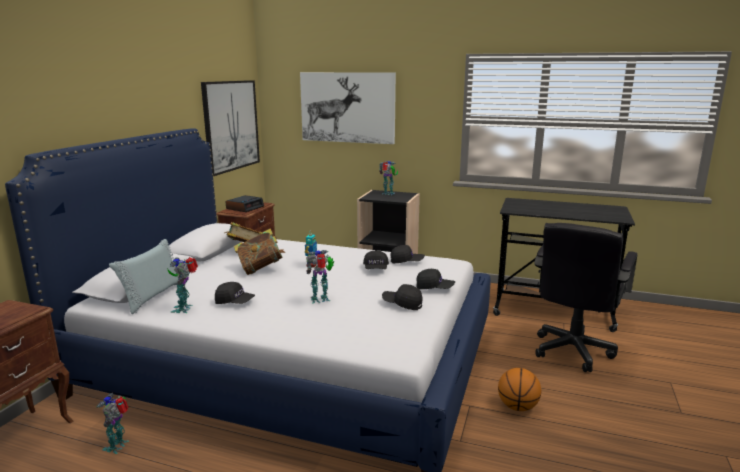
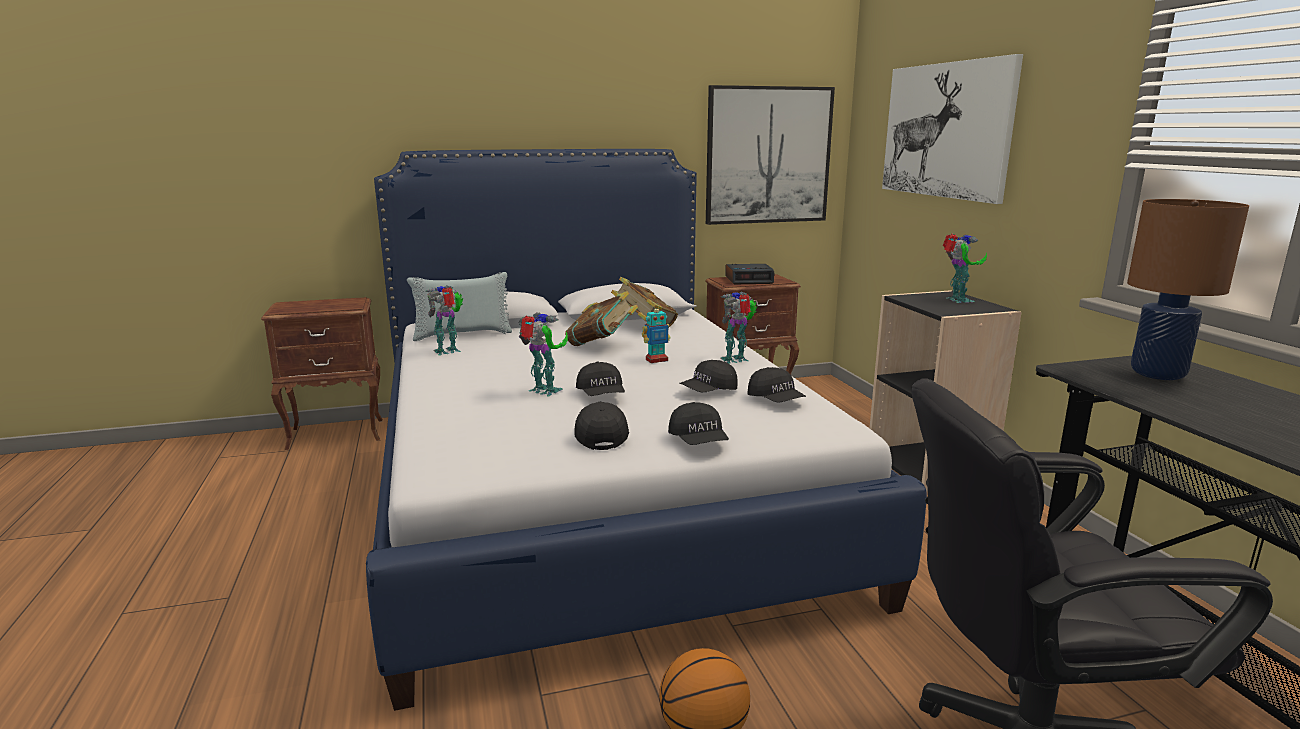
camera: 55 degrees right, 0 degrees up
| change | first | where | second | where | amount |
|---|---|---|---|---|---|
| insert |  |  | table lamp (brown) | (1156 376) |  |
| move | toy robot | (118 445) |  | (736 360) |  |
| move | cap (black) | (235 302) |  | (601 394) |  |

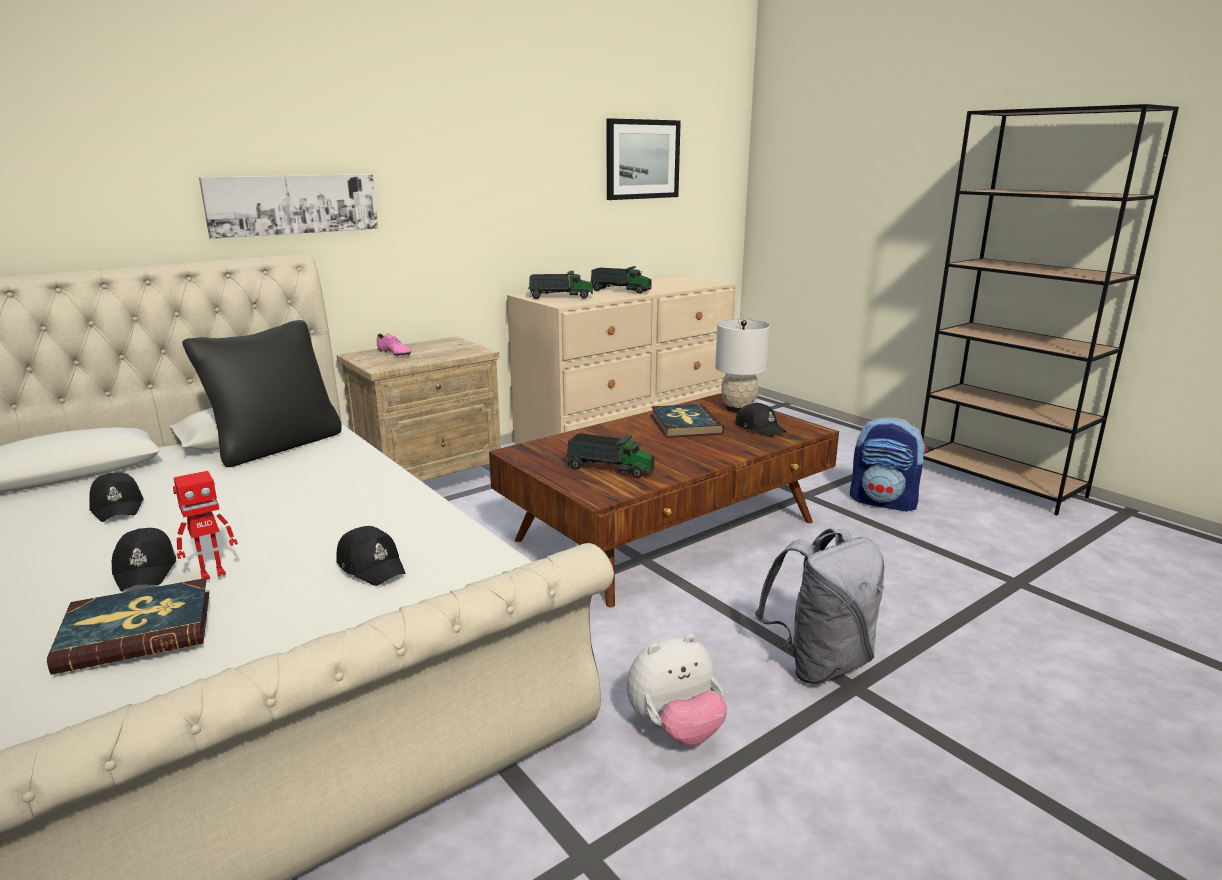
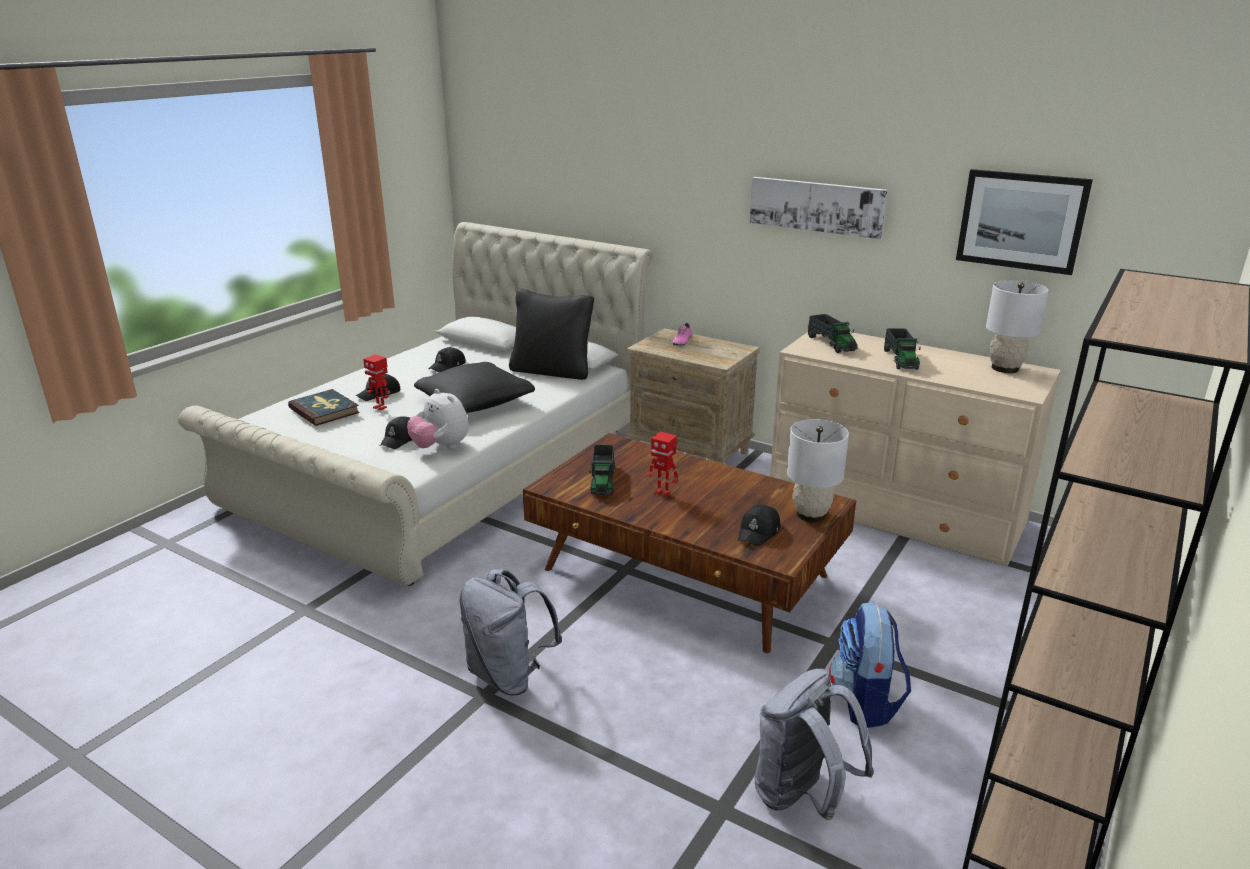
camera: 70 degrees right, 5 degrees up
| change | first | where | second | where | amount |
|---|---|---|---|---|---|
| delete | book | (685 424) |  |  |  |
| insert |  |  | pillow (black) | (475 402) |  |
| insert |  |  | toy robot | (662 492) |  |
| insert |  |  | backpack (grey) | (802 796) |  |
| insert |  |  | table lamp (white) | (1005 368) |  |
| move | picture | (293 204) |  | (816 206) |  |
| move | plush toy | (675 729) |  | (441 447) |  |

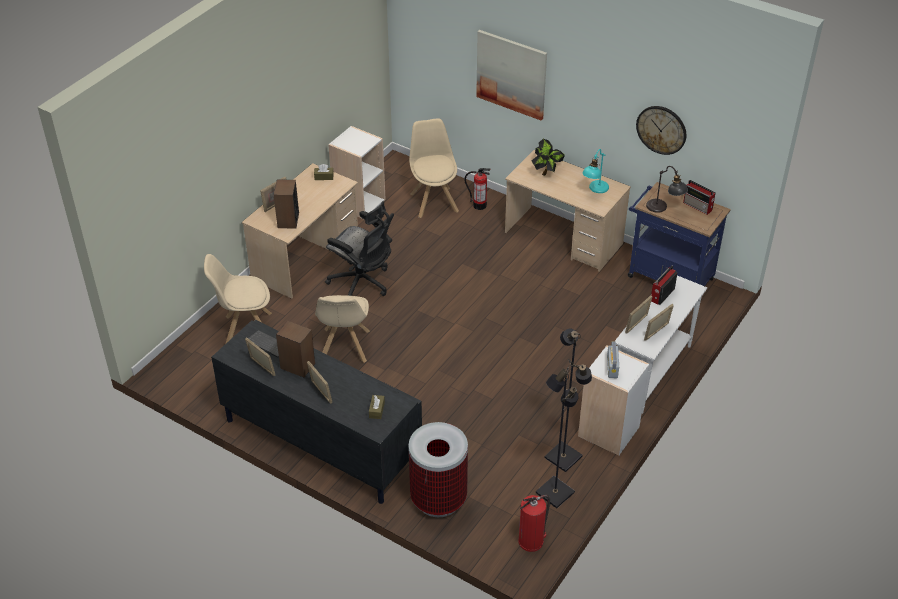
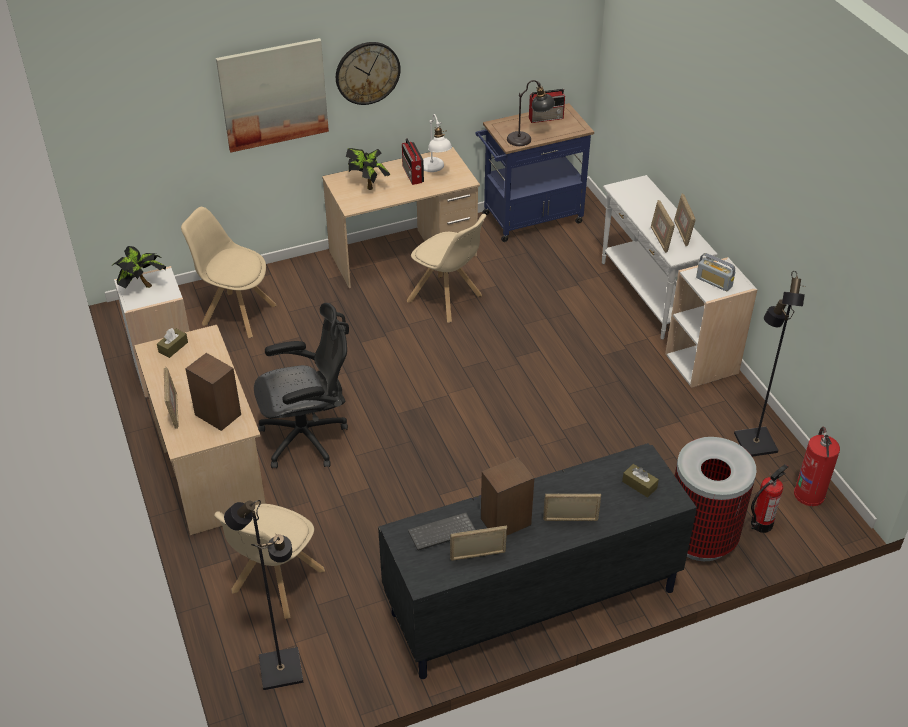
camera: 55 degrees left, 0 degrees up
| change | first | where | second | where | amount |
|---|---|---|---|---|---|
| insert |  |  | potted plant | (142 286) |  |
| move | chair (beige) | (344 347) |  | (447 300) |  |
| move | fire extinguisher | (479 205) |  | (761 524) |  |
| move | floor lamp (black) | (563 457) |  | (281 669) |  |
| move | wall clock | (661 129) |  | (367 73) |  |
| move | radio | (661 295) |  | (413 174) |  |
| recolor | table lamp (turquoise) | (595 191) | table lamp (white) | (436 171) |  |

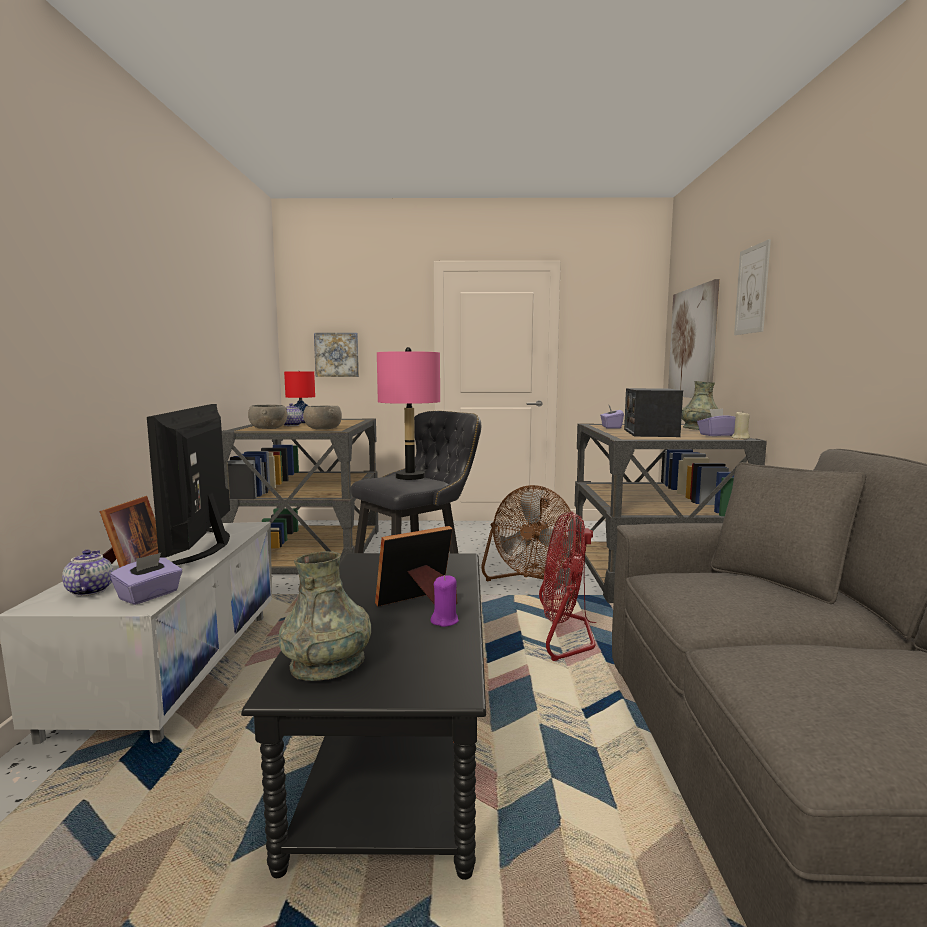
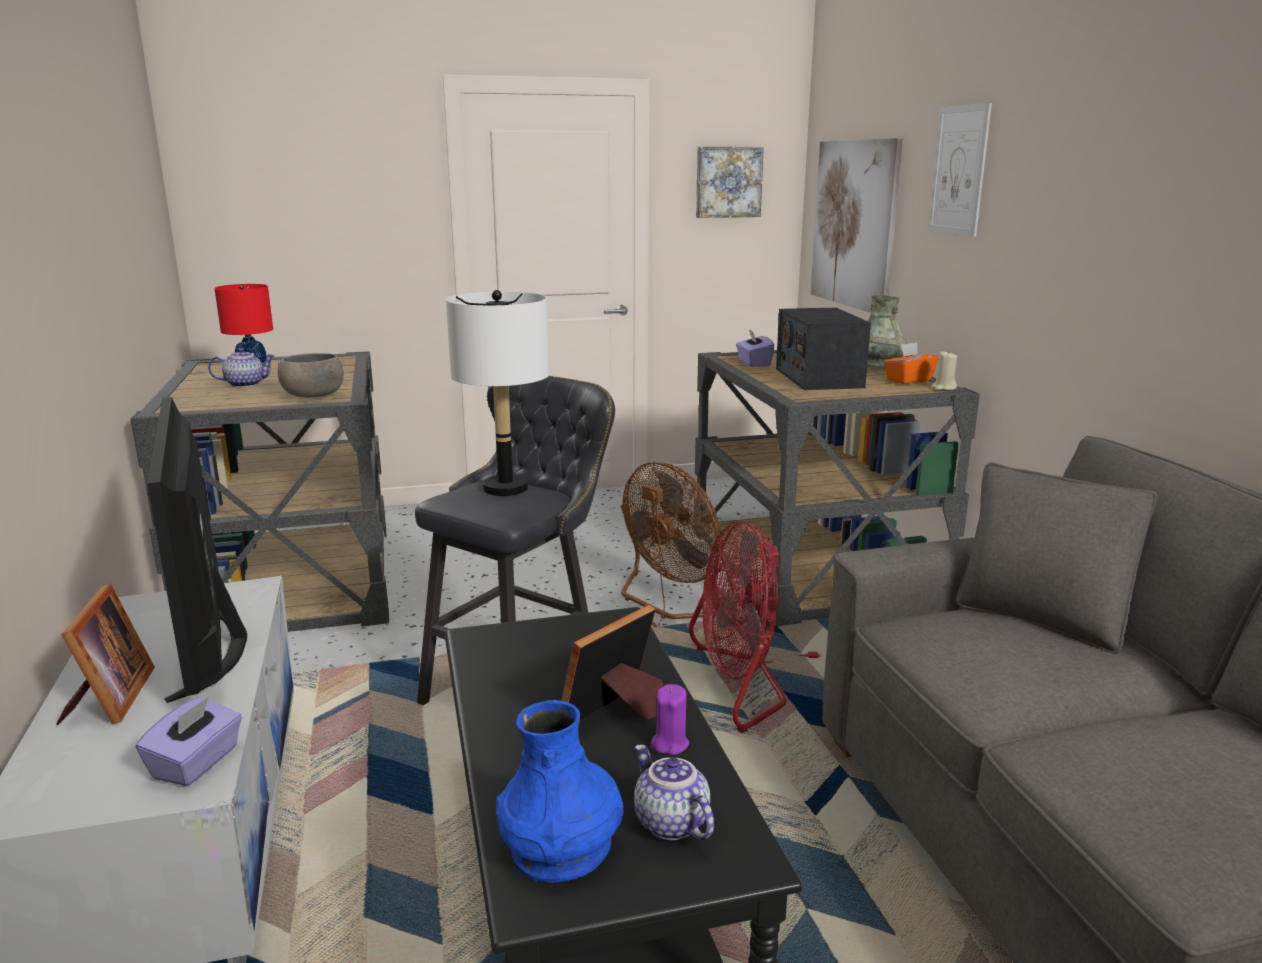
camera: 15 degrees left, 10 degrees up
| change | first | where | second | where | amount |
|---|---|---|---|---|---|
| delete | bowl (grey) | (268 428) |  |  |  |
| move | teapot | (89 591) |  | (669 823) |  |
| move | picture | (337 354) |  | (728 182) |  |
| recolor | vase (grey) | (327 664) | vase (blue) | (561 848) |  |
| recolor | table lamp (pink) | (410 477) | table lamp (white) | (506 488) |  |
| recolor | tissue box (purple) | (716 435) | tissue box (orange) | (908 380) |  |
| rotate | fan (brown) | (533 583) |  | (662 604) | 150 degrees counterclockwise |

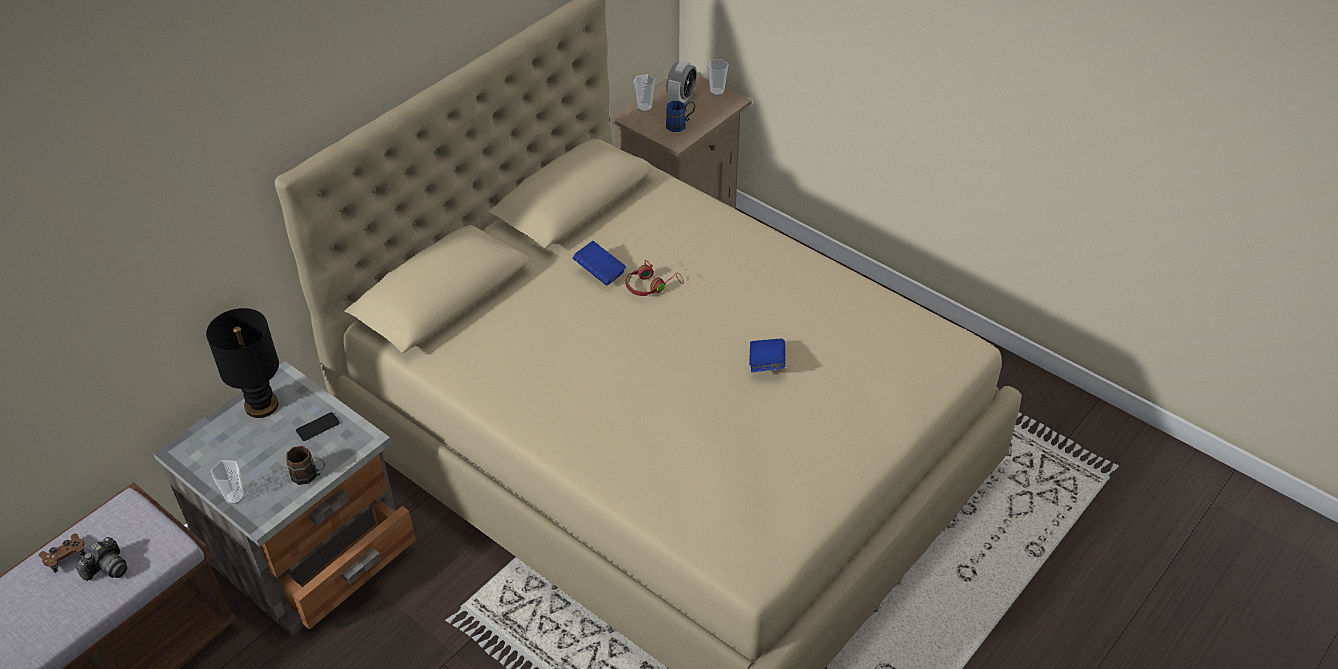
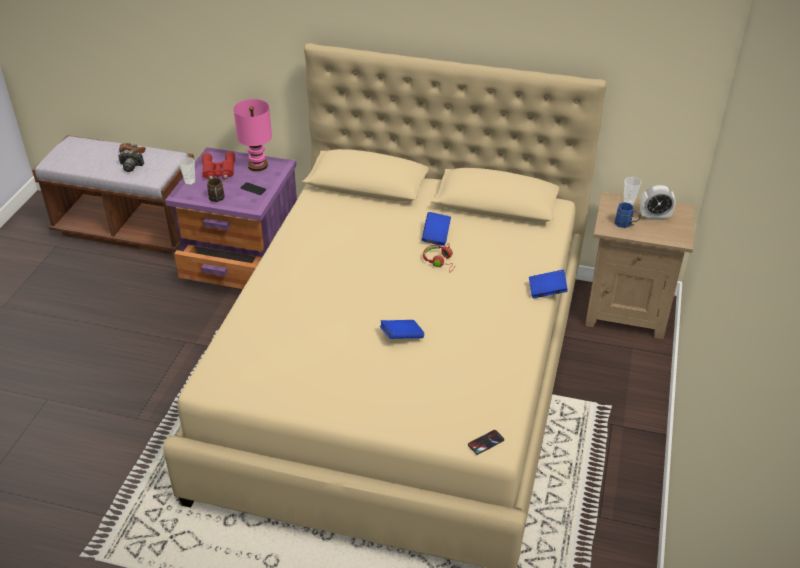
camera: 65 degrees right, 5 degrees down
| change | first | where | second | where | amount |
|---|---|---|---|---|---|
| delete | cup | (717 92) |  |  |  |
| insert |  |  | binoculars (red) | (218 171) |  |
| insert |  |  | phone | (486 442) |  |
| insert |  |  | book (blue) | (547 291) |  |
| recolor | nightstand (grey) | (312 547) | nightstand (purple) | (241 261) |  |
| recolor | table lamp (black) | (261 405) | table lamp (pink) | (257 165) |  |

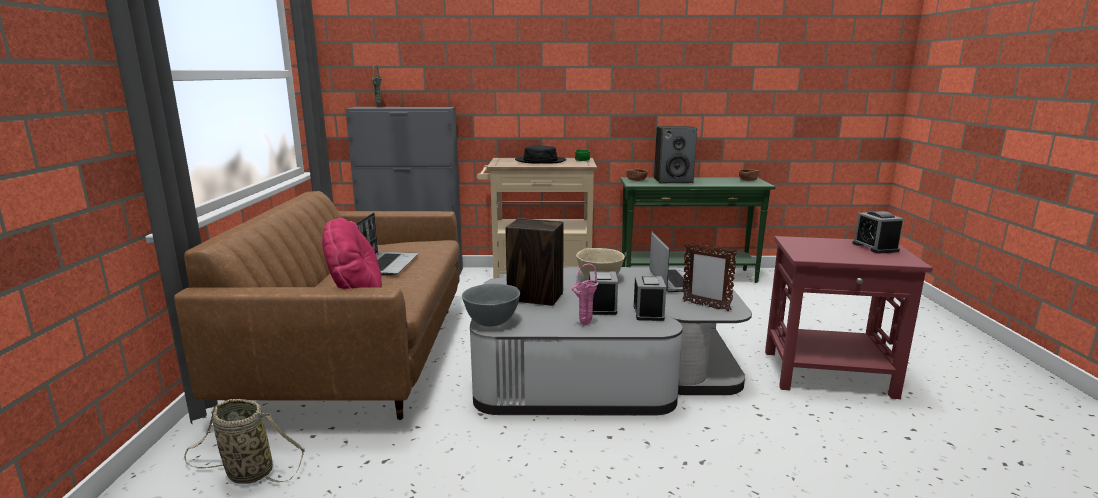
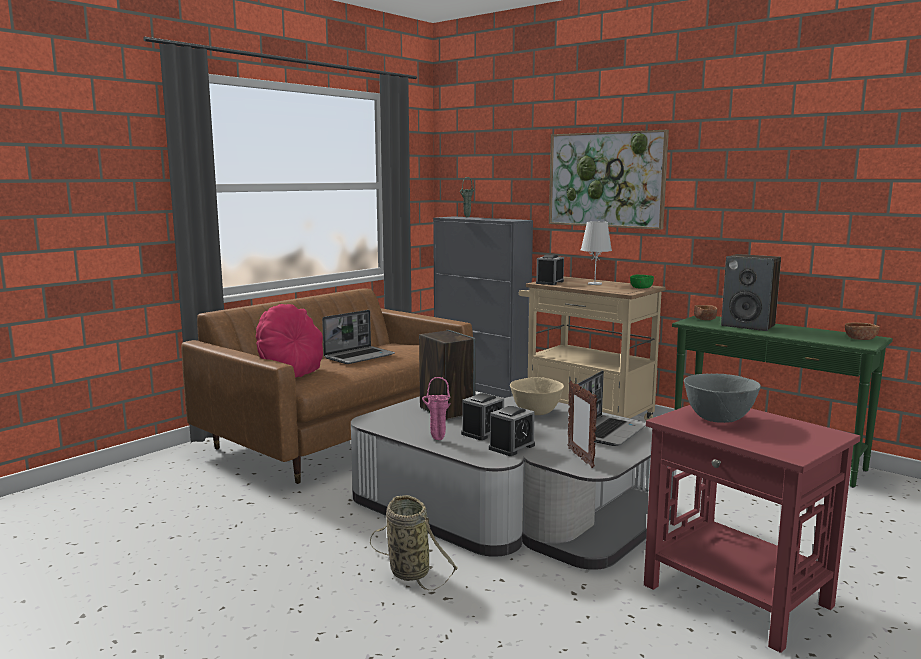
camera: 40 degrees right, 5 degrees down
| change | first | where | second | where | amount |
|---|---|---|---|---|---|
| insert |  |  | picture | (606 179) |  |
| move | basket | (246 473) |  | (407 570) |  |
| move | bowl (grey) | (492 322) |  | (719 419) |  |
| move | alarm clock | (875 247) |  | (549 282) |  |
| replace | hat (black) | (540 161) | table lamp (white) | (595 284) |  |

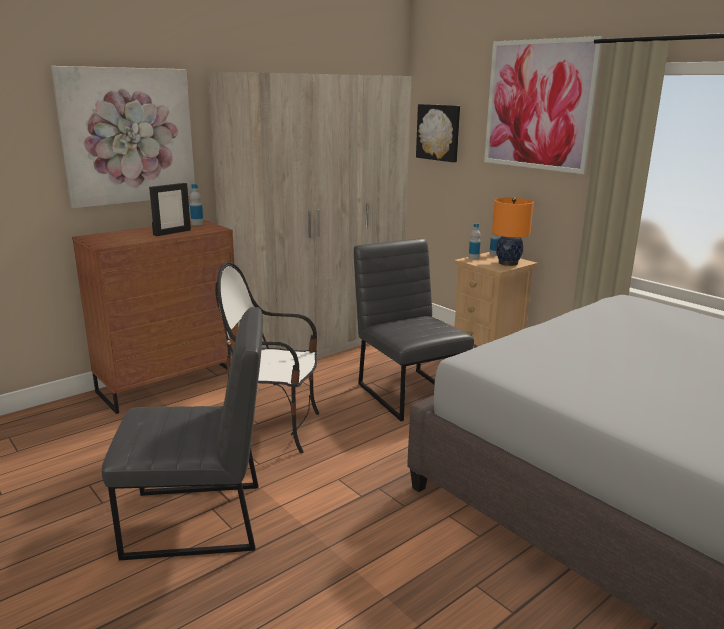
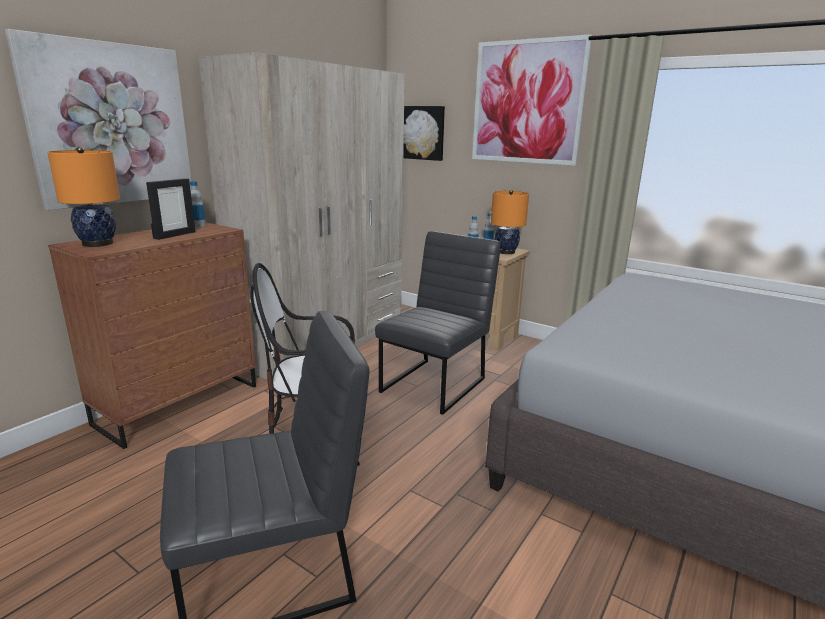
camera: 15 degrees left, 0 degrees up
| change | first | where | second | where | amount |
|---|---|---|---|---|---|
| insert |  |  | table lamp (orange) | (97 244) |  |
| rotate | chair (grey) | (409 392) |  | (435 384) | 75 degrees clockwise |

